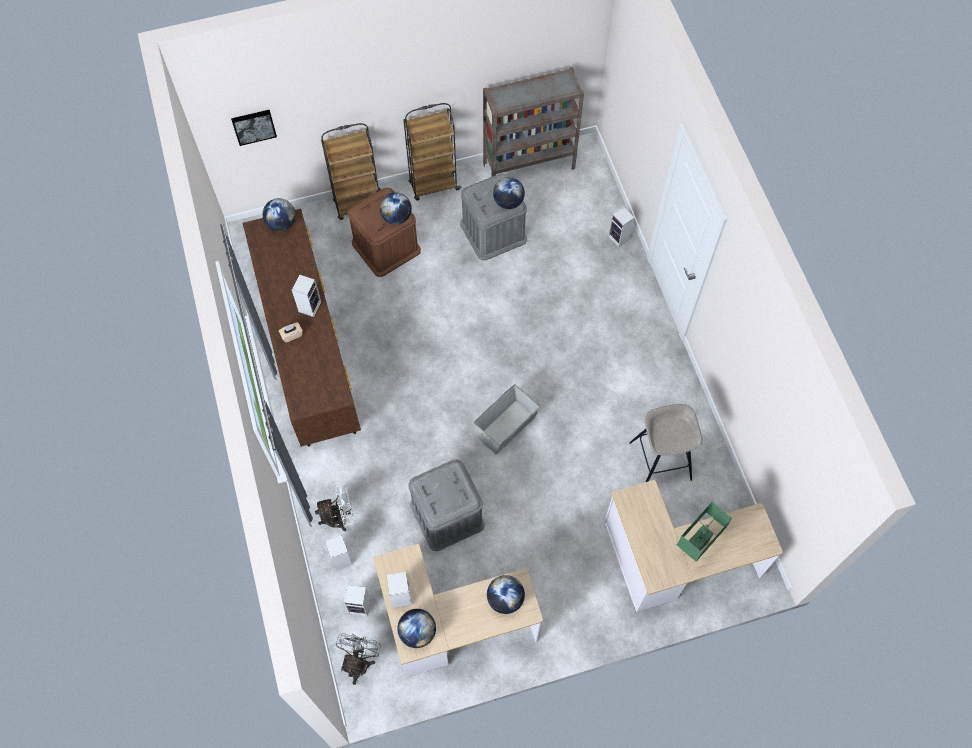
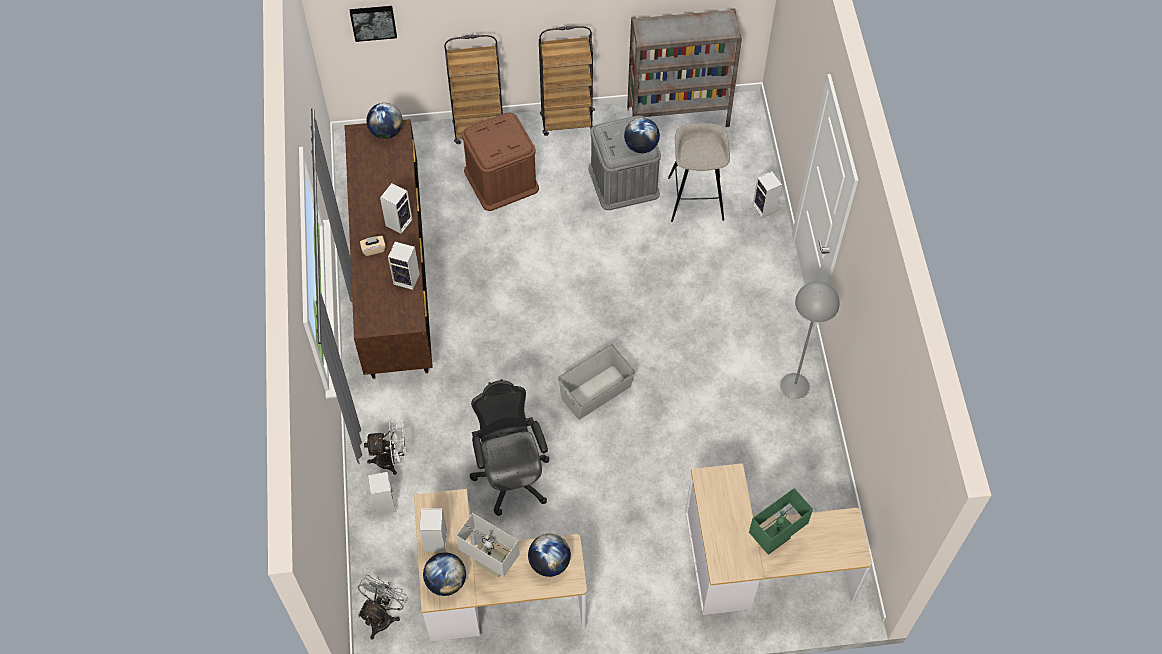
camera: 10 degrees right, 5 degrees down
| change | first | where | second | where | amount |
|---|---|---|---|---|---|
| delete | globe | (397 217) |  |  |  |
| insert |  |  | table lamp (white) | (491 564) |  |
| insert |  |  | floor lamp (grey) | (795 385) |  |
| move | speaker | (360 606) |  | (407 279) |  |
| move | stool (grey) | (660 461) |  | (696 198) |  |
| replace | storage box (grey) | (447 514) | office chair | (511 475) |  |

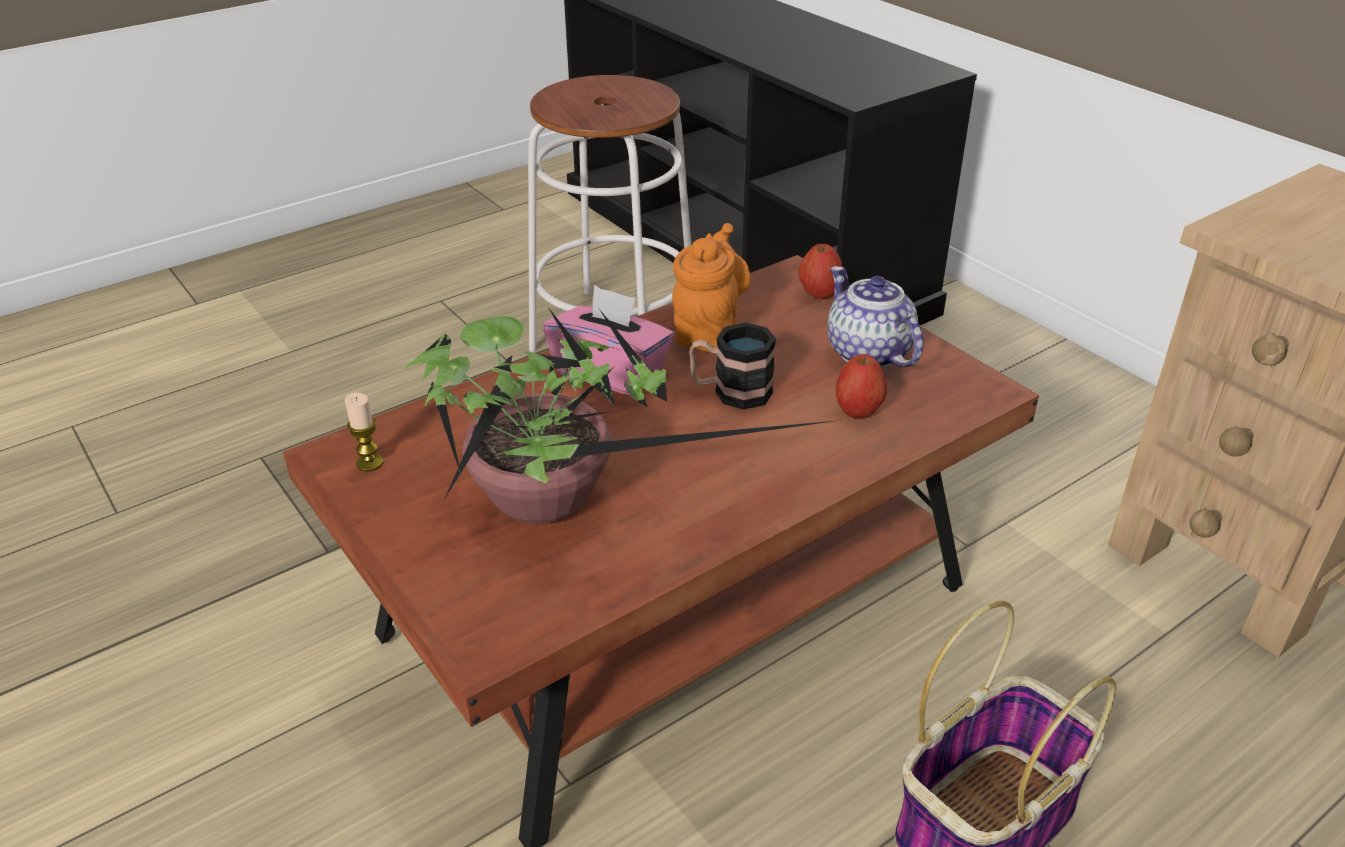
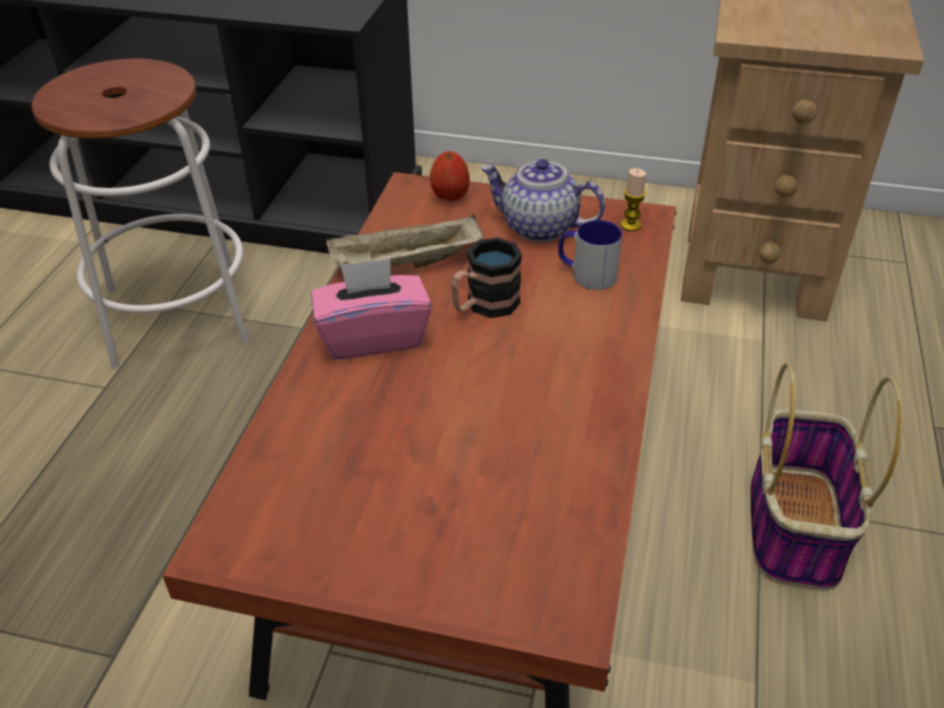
camera: 40 degrees left, 5 degrees up
| change | first | where | second | where | amount |
|---|---|---|---|---|---|
| delete | potted plant | (553 502) |  |  |  |
| move | candle | (370 463) |  | (630 225) |  |
| replace | teapot (orange) | (708 331) | tray (beige) | (405 265) |  |
| replace | apple | (858 410) | mug | (586 274) |  |

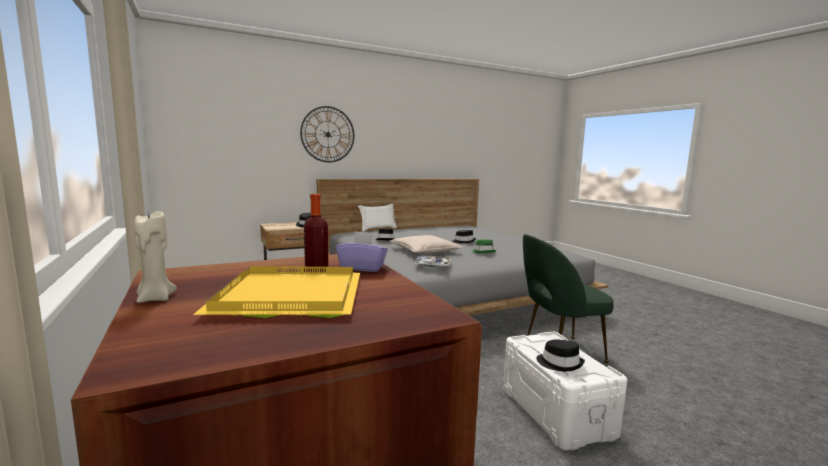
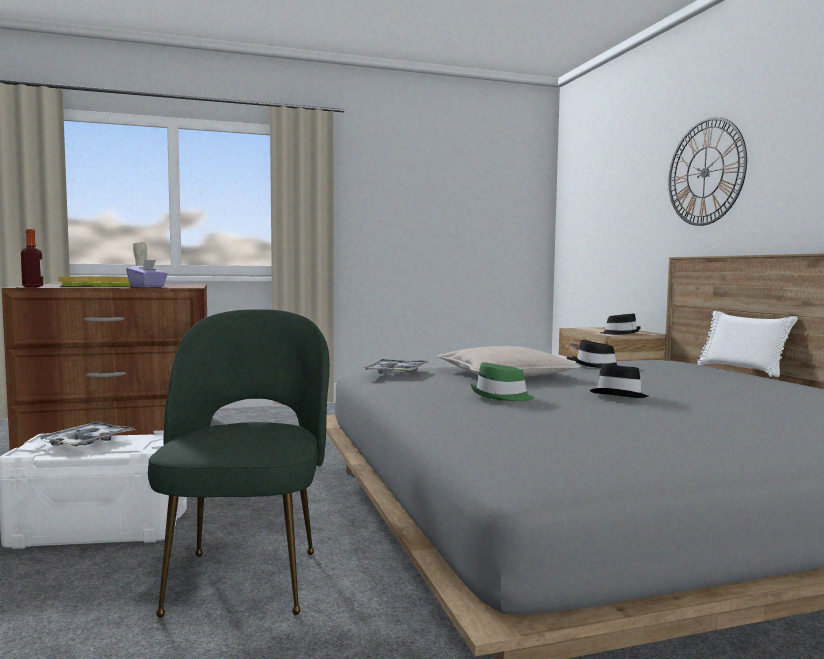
camera: 100 degrees right, 5 degrees down
| change | first | where | second | where | amount |
|---|---|---|---|---|---|
| move | bottle | (316 267) |  | (33 286) |  |
| replace | hat (black) | (560 363) | tray | (87 442) |  |

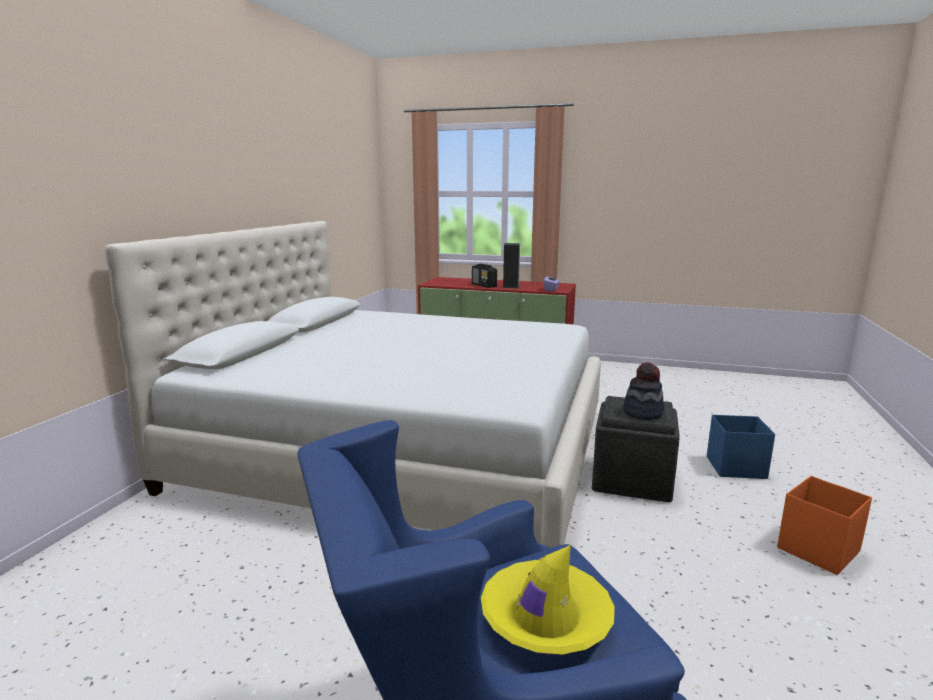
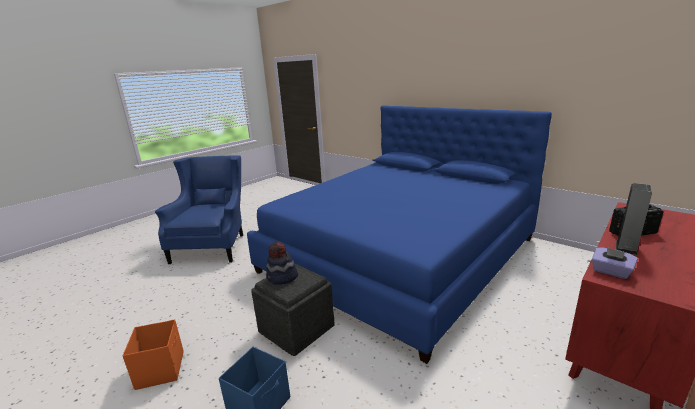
camera: 115 degrees right, 5 degrees up
| change | first | where | second | where | amount |
|---|---|---|---|---|---|
| delete | hat (yellow) | (545 618) |  |  |  |
| recolor | bed (white) | (403 448) | bed (blue) | (399 255) |  |

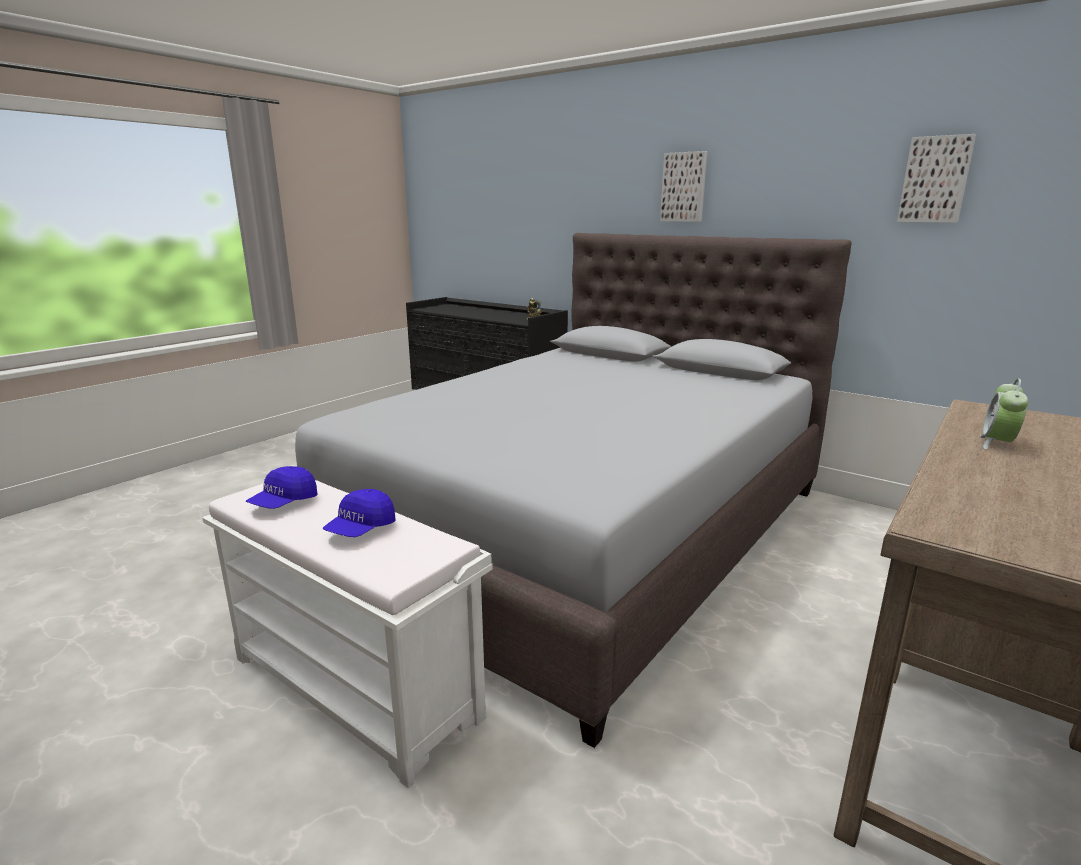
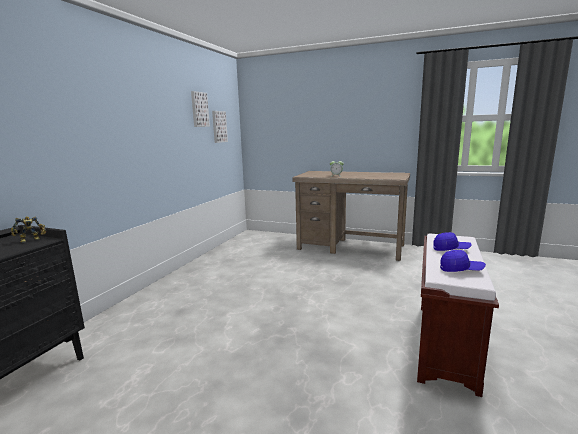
camera: 105 degrees left, 5 degrees down
| change | first | where | second | where | amount |
|---|---|---|---|---|---|
| delete | bed (grey) | (584 529) |  |  |  |
| move | picture | (684 187) |  | (218 126) |  |
| recolor | bench (white) | (357 686) | bench (brown) | (444 342) |  |

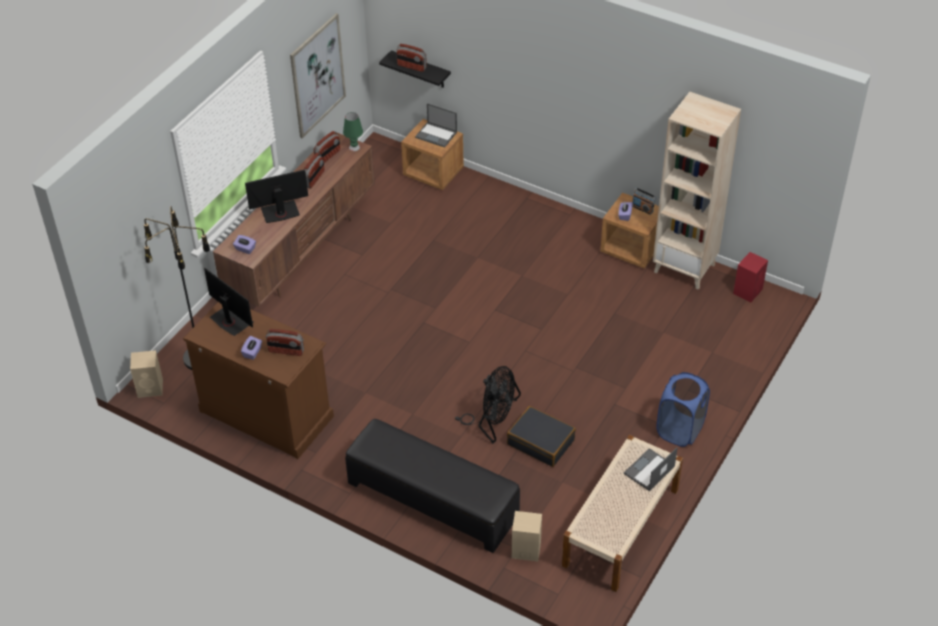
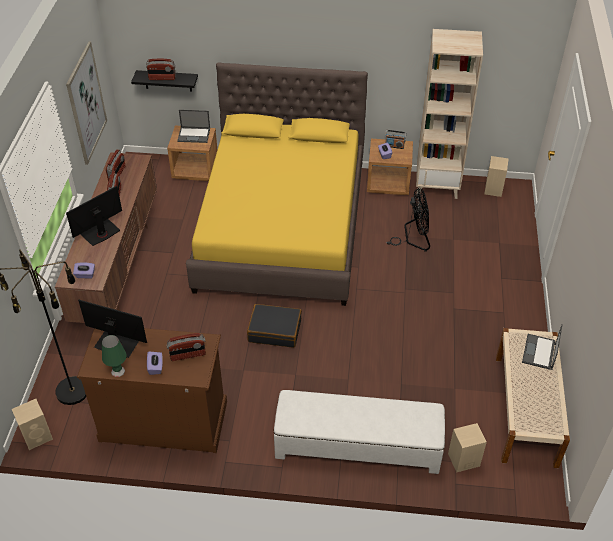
camera: 25 degrees left, 0 degrees up
| change | first | where | second | where | amount |
|---|---|---|---|---|---|
| delete | laundry basket (blue) | (680 430) |  |  |  |
| insert |  |  | bed (yellow) | (282 227) |  |
| move | table lamp (green) | (354 147) |  | (118 371) |  |
| move | fan (black) | (492 419) |  | (413 235) |  |
| move | suitcase (black) | (541 442) |  | (275 330) |  |
| recolor | bench (black) | (431 499) | bench (white) | (357 445) |  |
| recolor | speaker (red) | (748 291) | speaker (beige) | (493 189) |  |

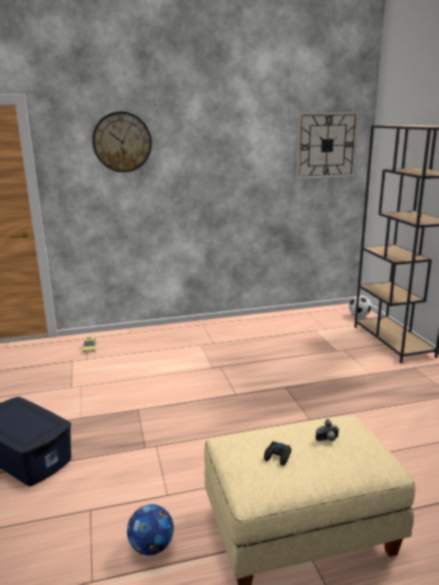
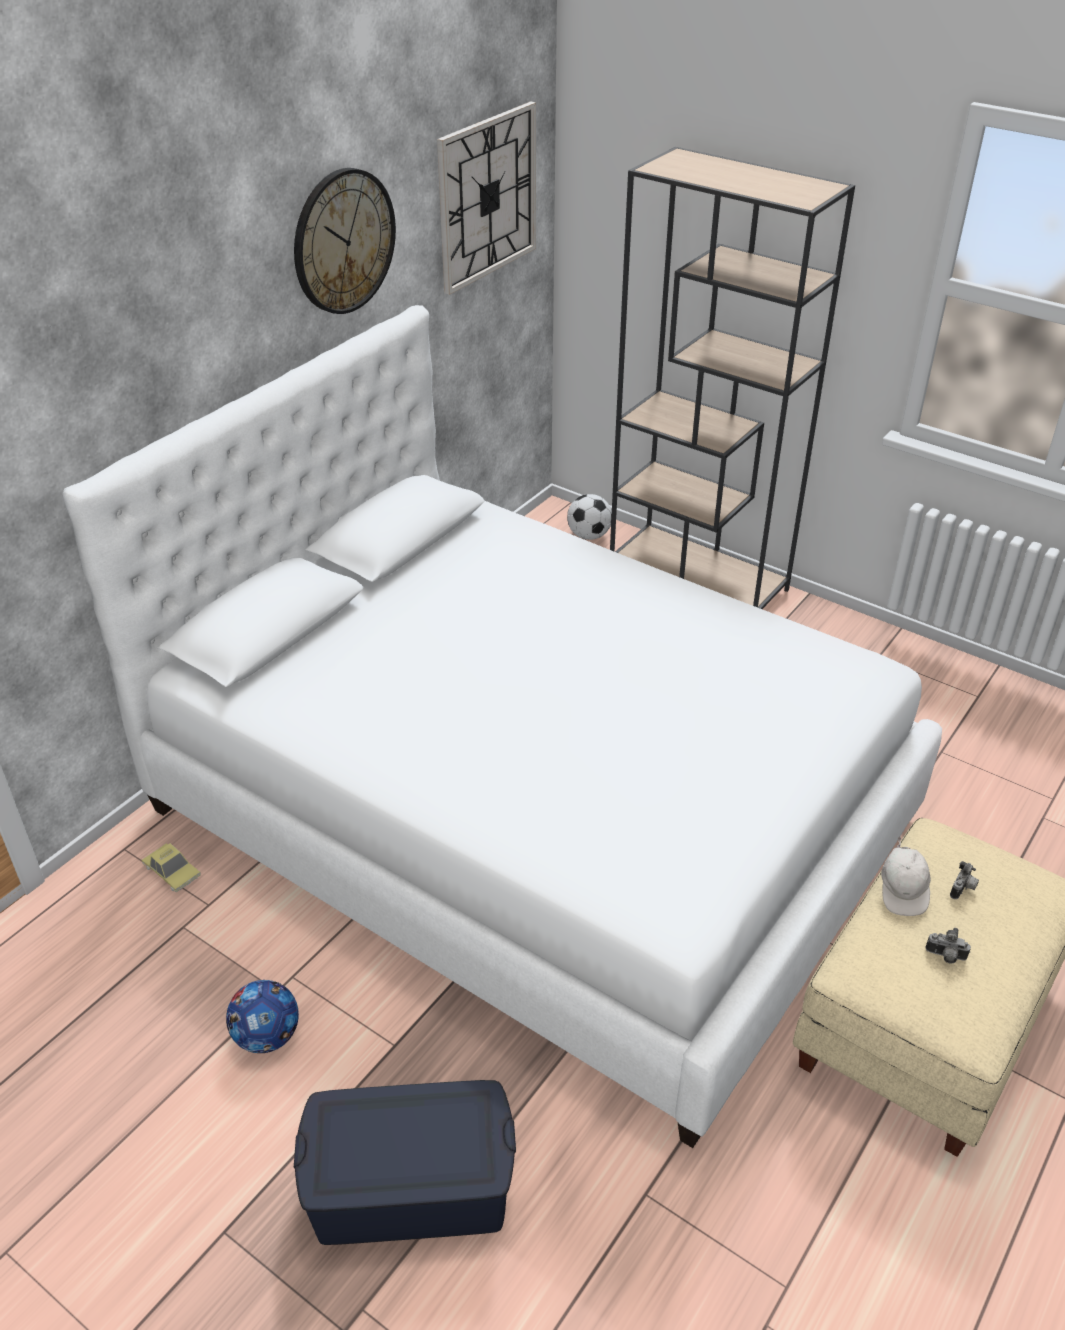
camera: 40 degrees left, 20 degrees up
| change | first | where | second | where | amount |
|---|---|---|---|---|---|
| insert |  |  | bed (white) | (530 812) |  |
| insert |  |  | cap (white) | (903 891) |  |
| move | wall clock | (122 142) |  | (343 241) |  |
| move | football | (151 547) |  | (267 1036) |  |
| replace | game controller (black) | (278 456) | photo camera | (945 957) |  |

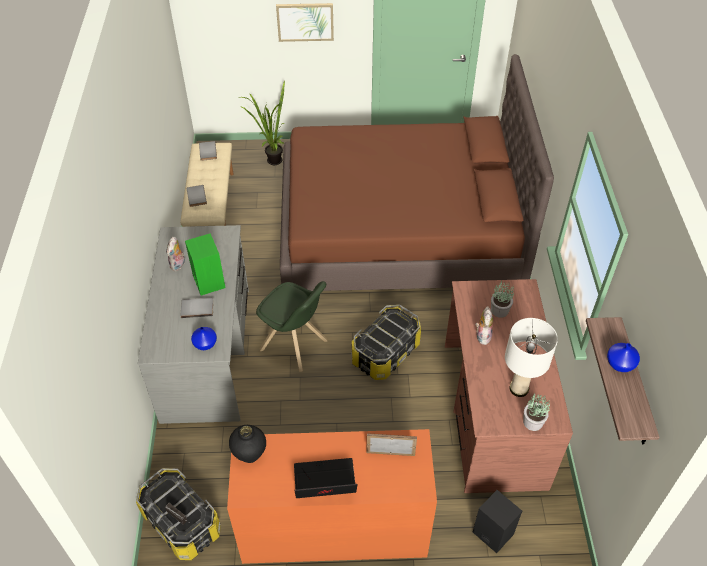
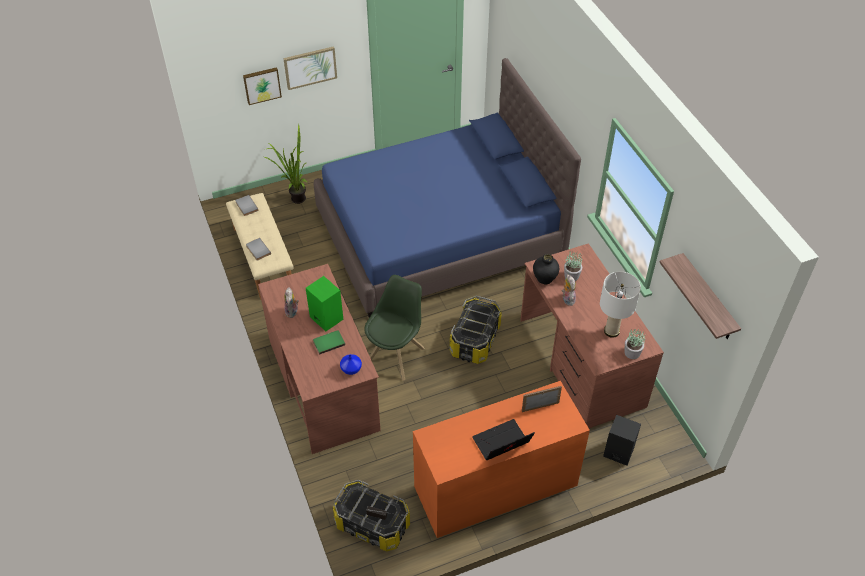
camera: 20 degrees left, 0 degrees up
| change | first | where | second | where | amount |
|---|---|---|---|---|---|
| delete | vase (blue) | (619 364) |  |  |  |
| insert |  |  | picture | (262 85) |  |
| move | vase (black) | (249 454) |  | (544 279) |  |
| recolor | desk (grey) | (207 352) | desk (brown) | (323 384) |  |
| recolor | book (grey) | (197 308) | book (green) | (328 342) |  |
| recolor | bed (brown) | (399 231) | bed (blue) | (440 234) |  |
| rotate | chair (green) | (294 345) |  | (396 355) | 75 degrees counterclockwise |

